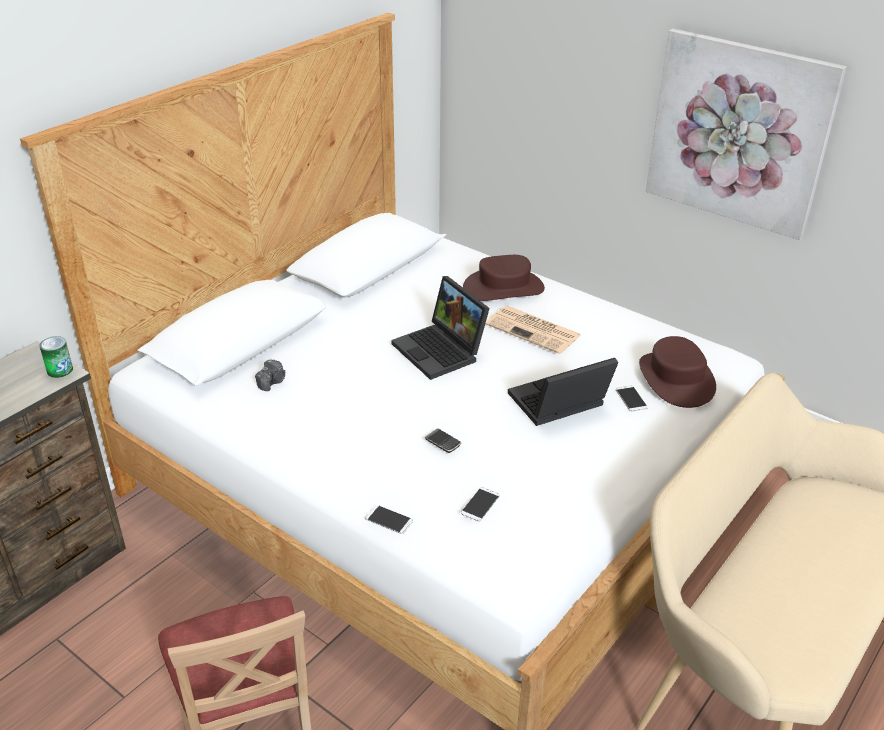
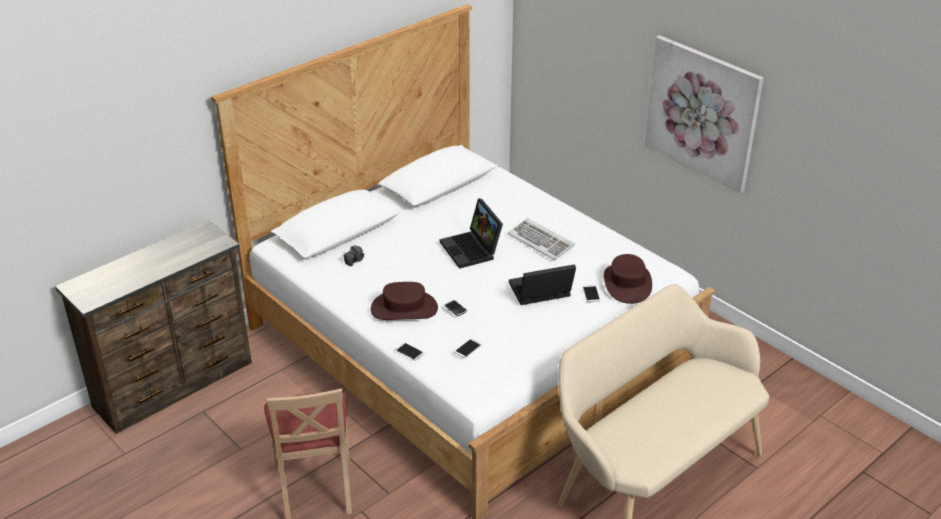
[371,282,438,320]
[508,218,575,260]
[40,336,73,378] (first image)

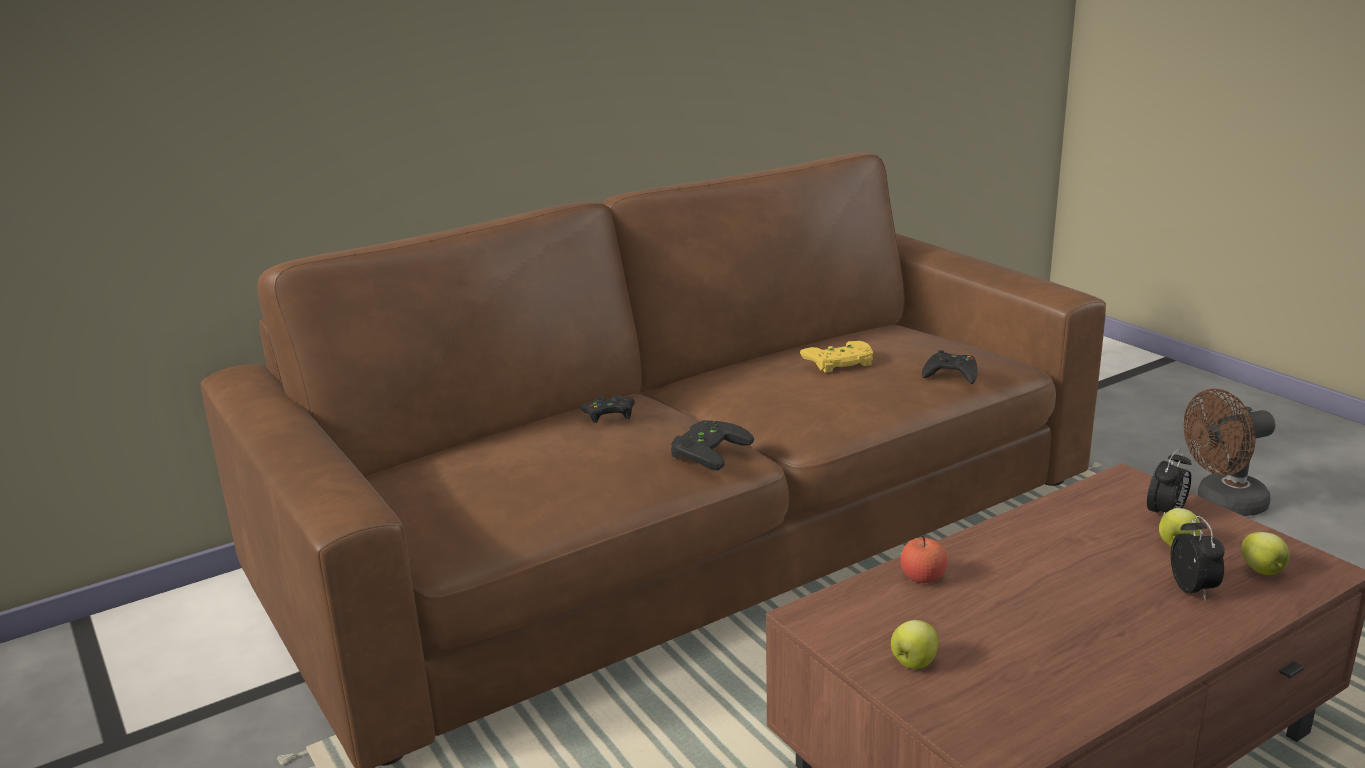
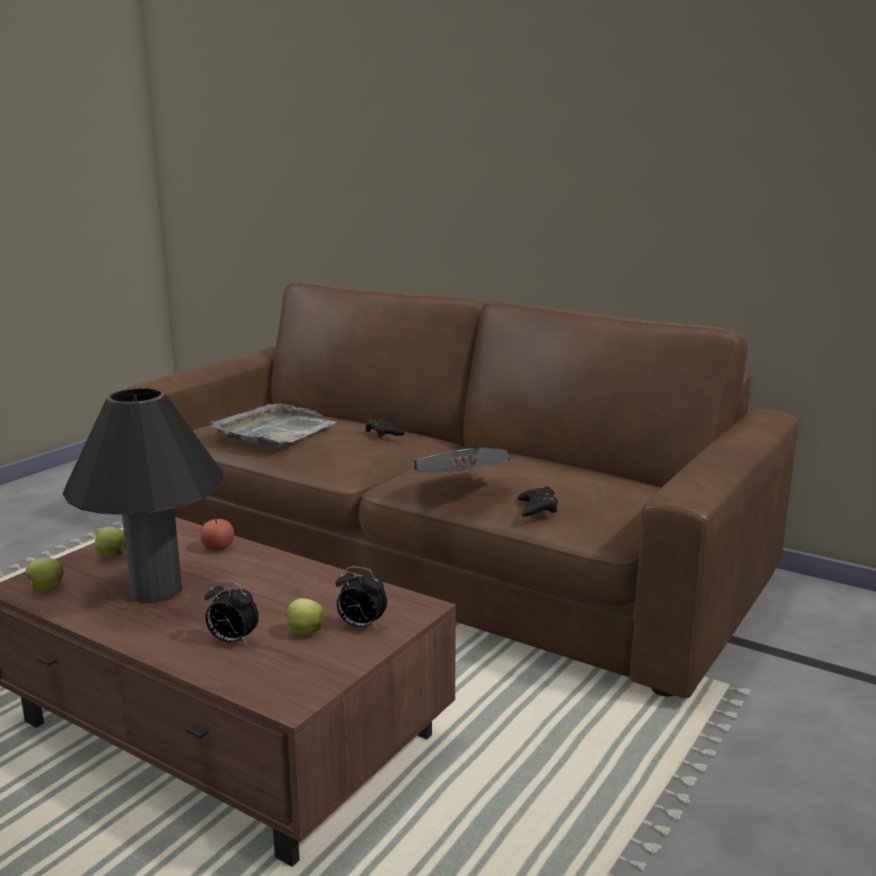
[23,558,63,591]
[63,388,224,603]
[204,580,259,645]
[211,404,336,446]
[410,447,511,473]
[671,420,754,471] (first image)
[800,341,873,372] (first image)
[1183,389,1276,516] (first image)

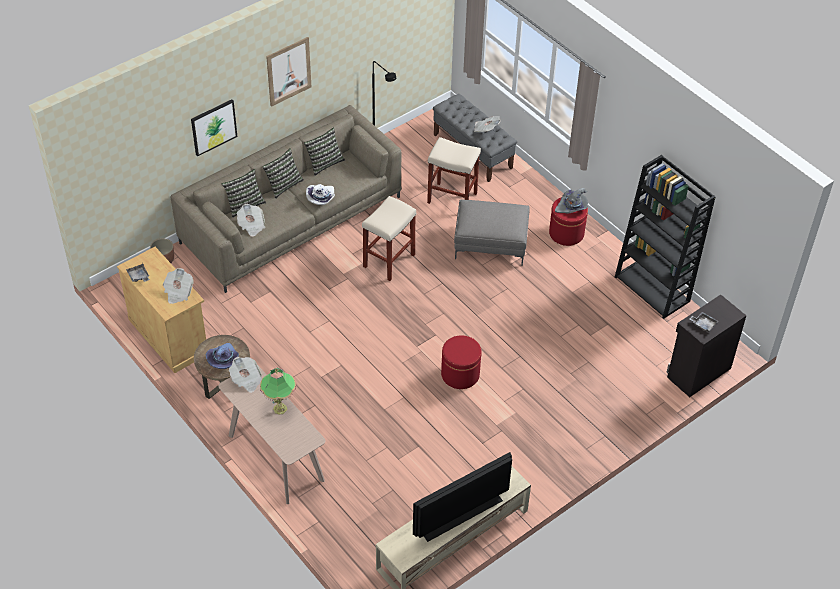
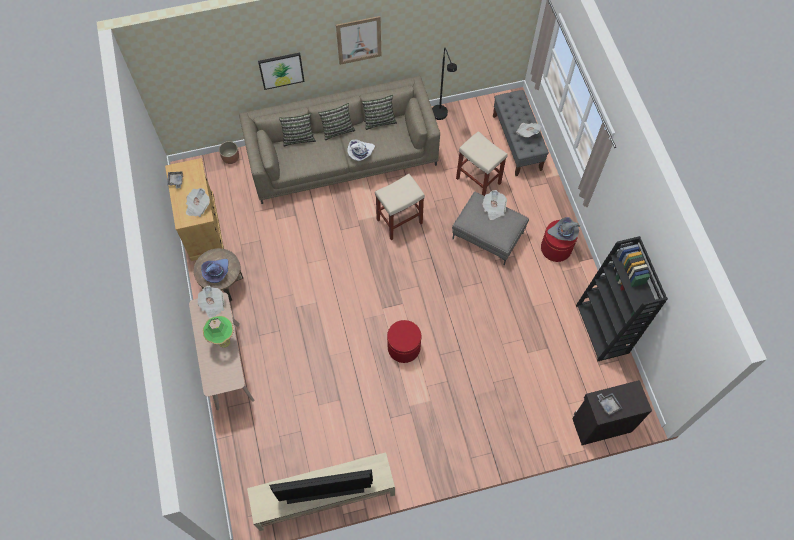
[482,190,507,220]

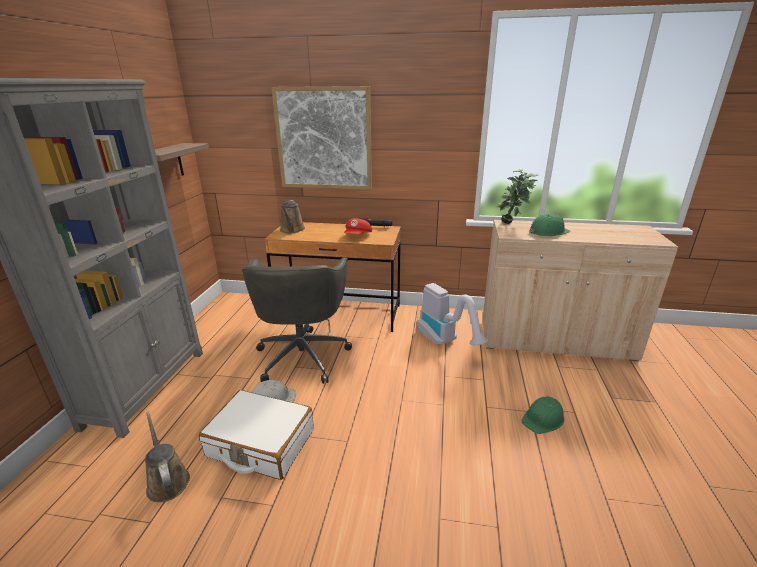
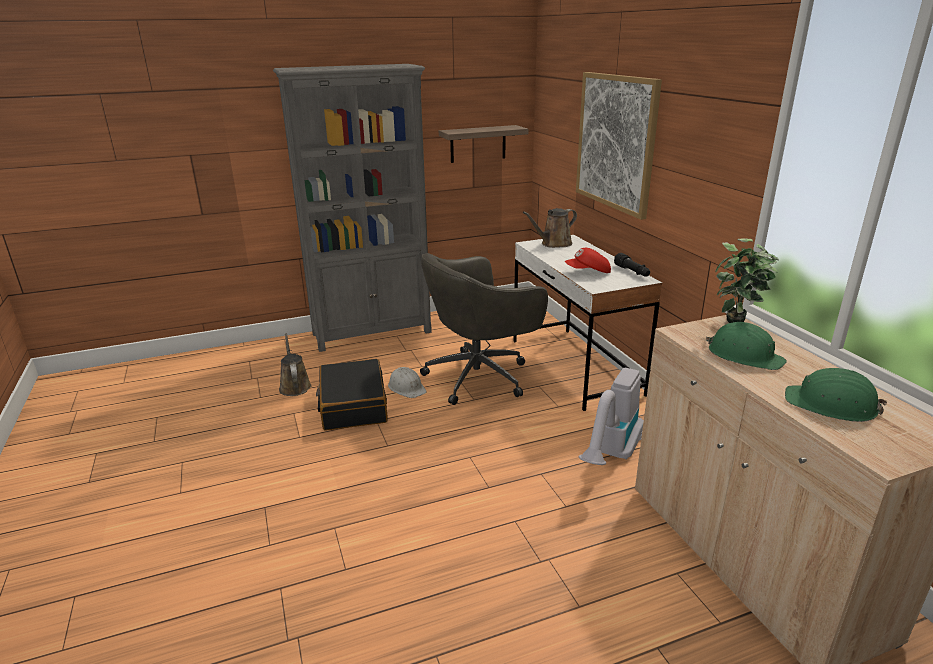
[279,333,312,396]
[316,359,388,431]
[513,235,662,411]
[785,368,887,422]

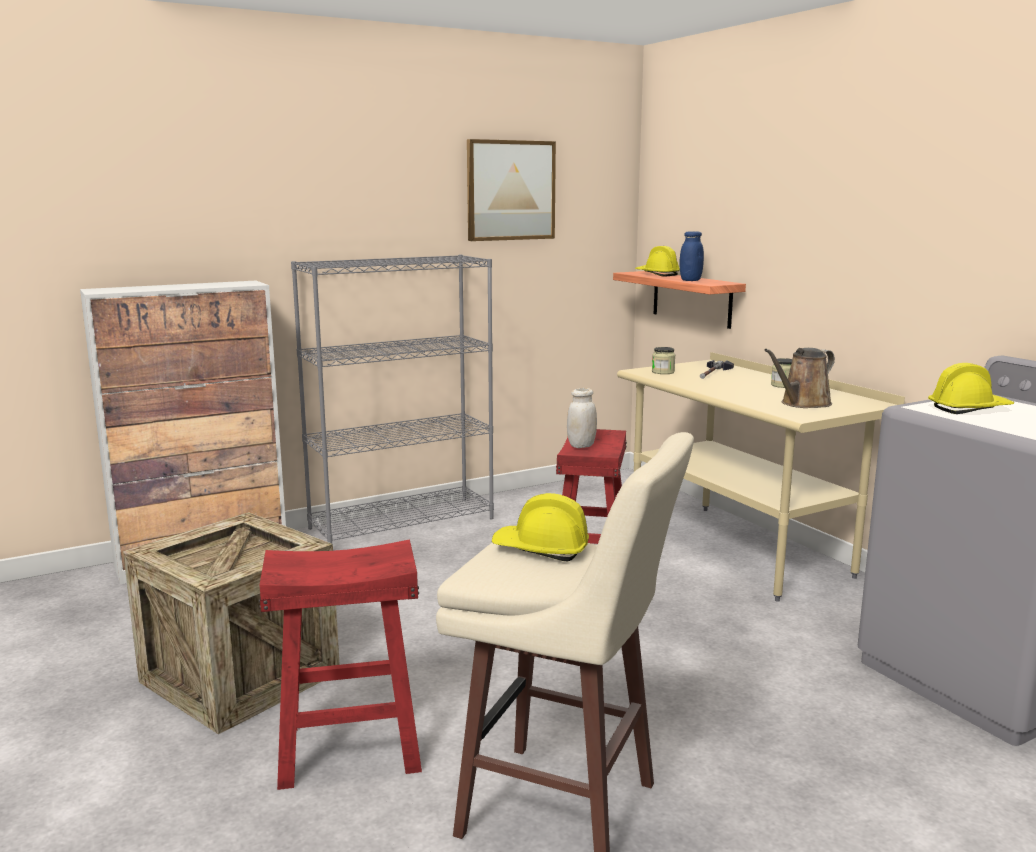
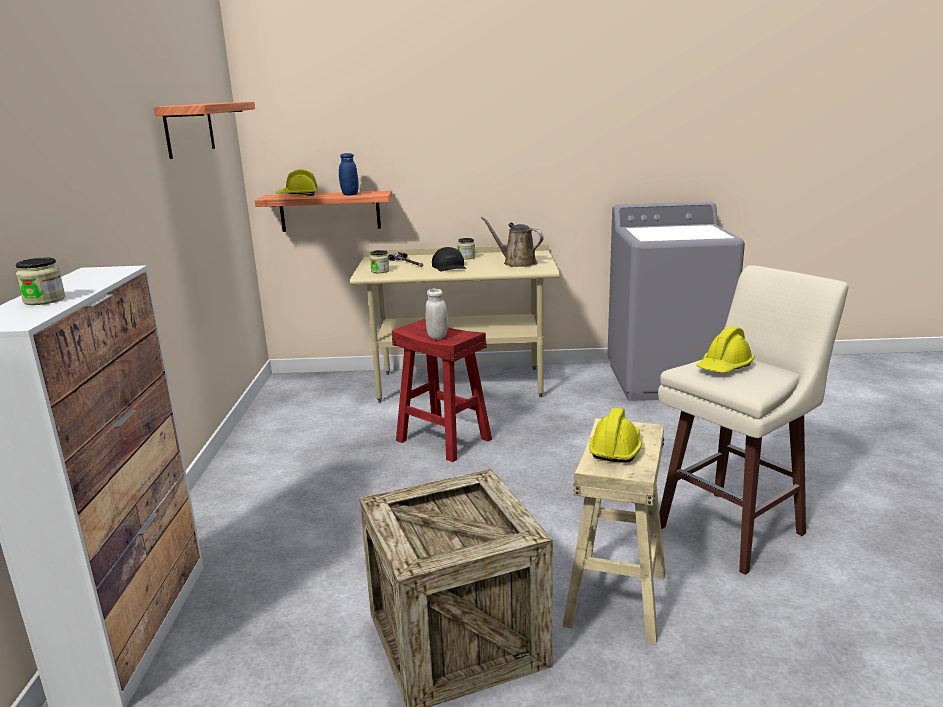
[16,258,66,305]
[153,102,255,159]
[432,247,466,272]
[481,217,544,267]
[562,418,665,644]
[589,408,642,463]
[291,254,494,544] (first image)

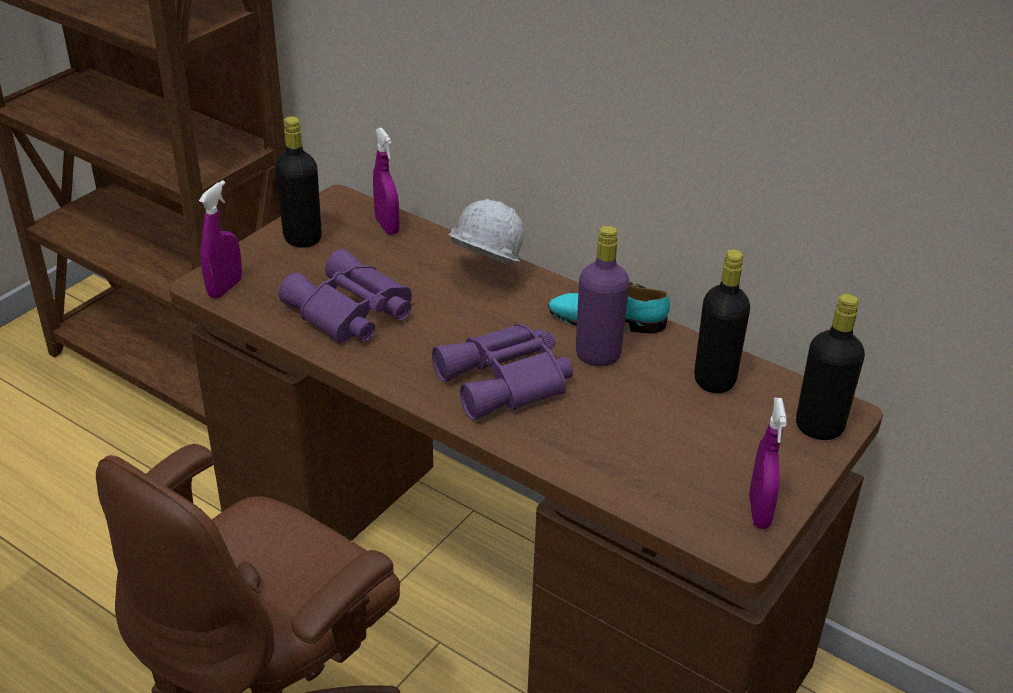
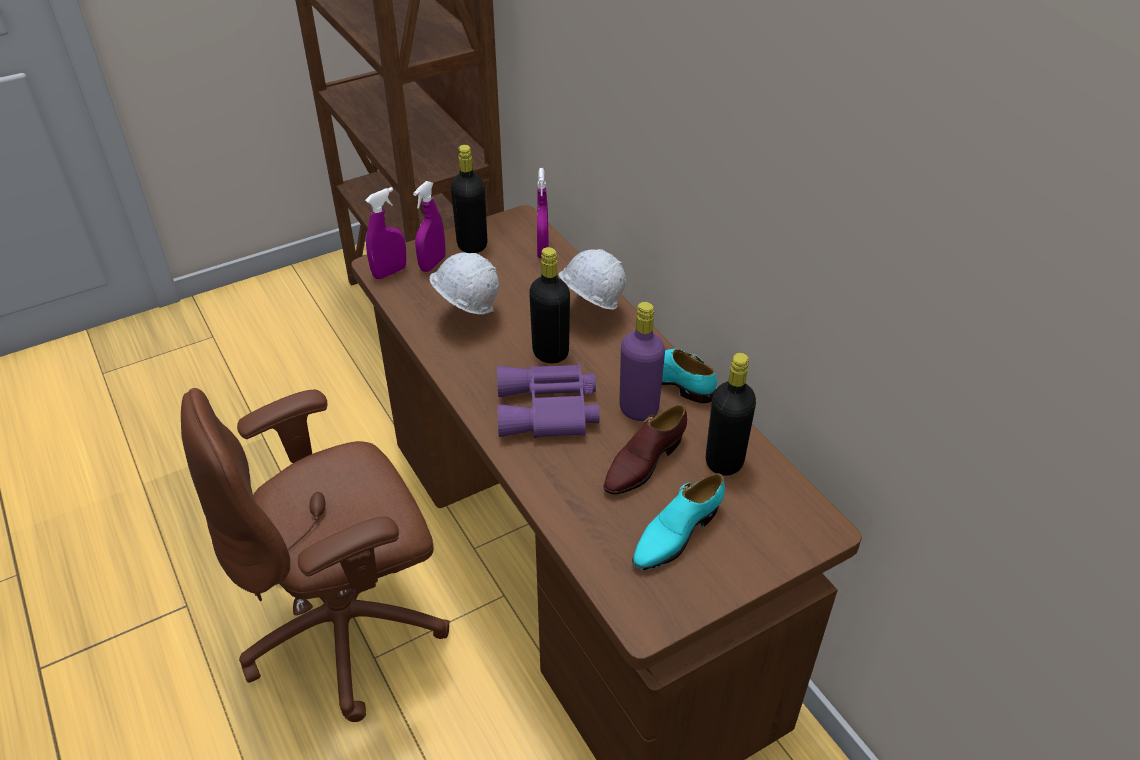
[413,181,446,272]
[429,253,499,315]
[529,247,570,363]
[603,404,687,495]
[632,473,725,570]

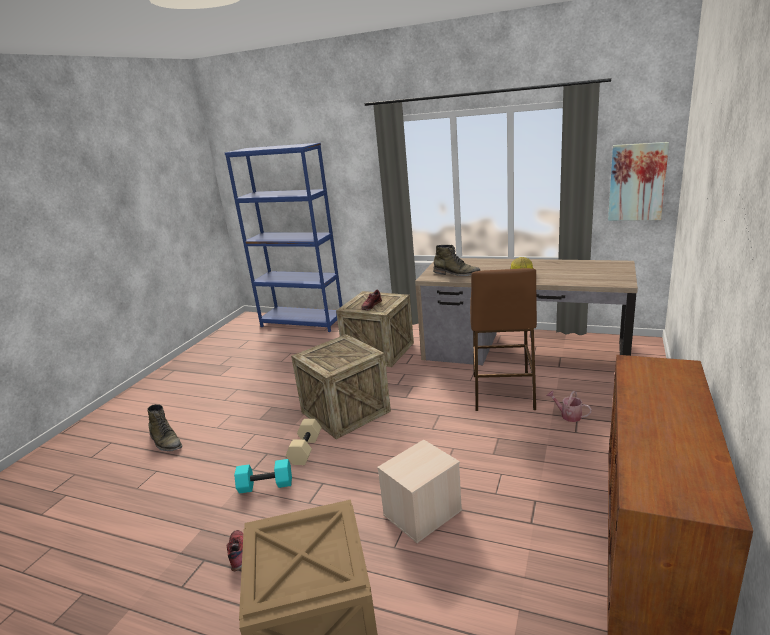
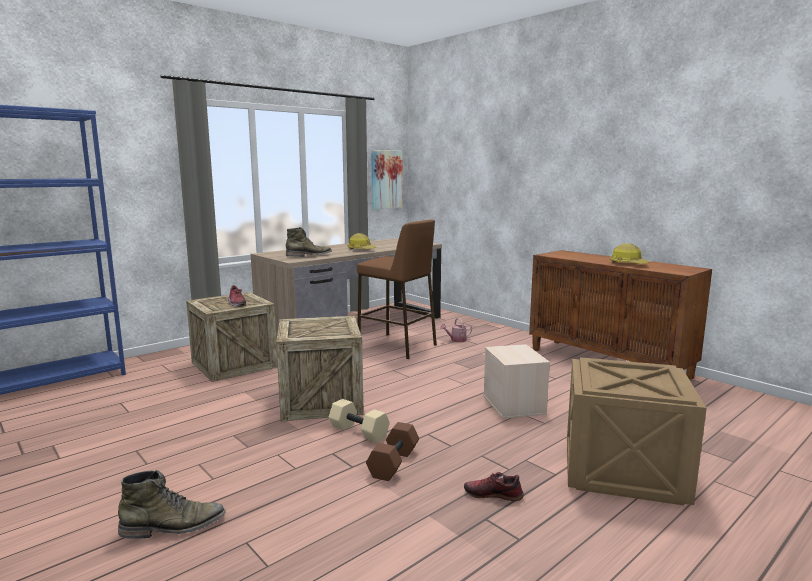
[366,422,419,481]
[610,243,650,264]

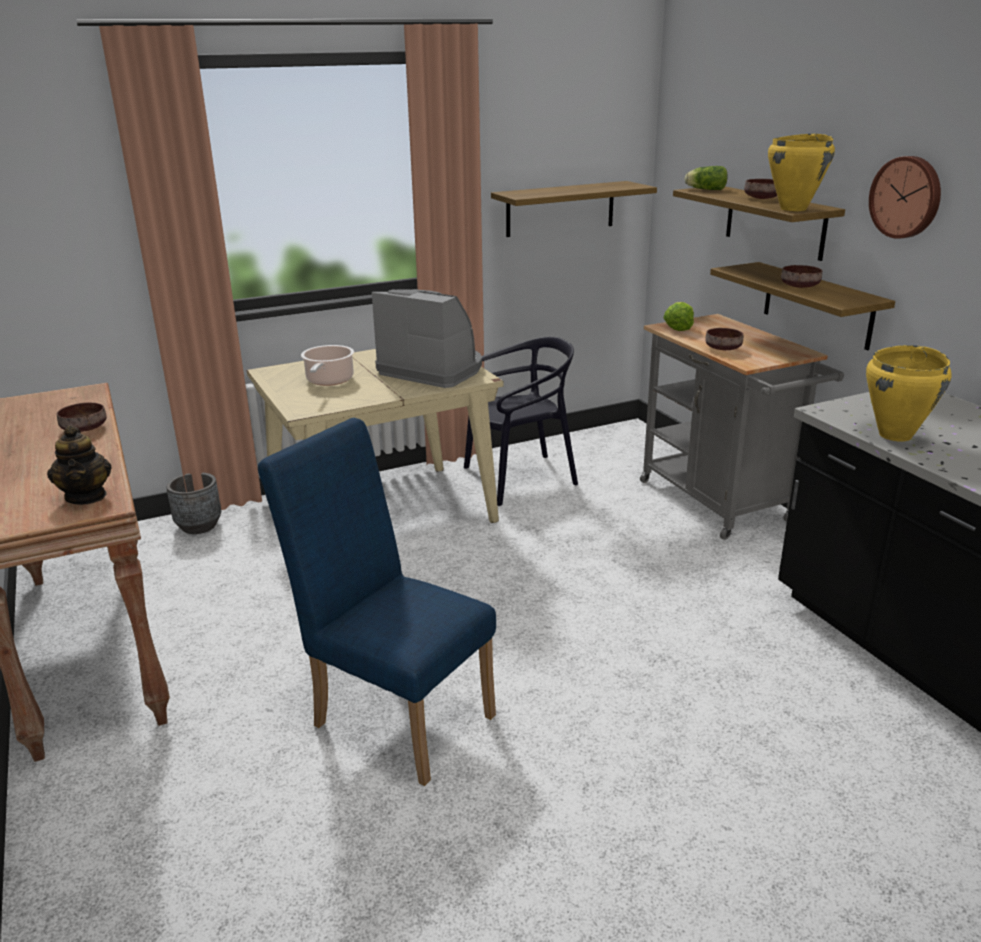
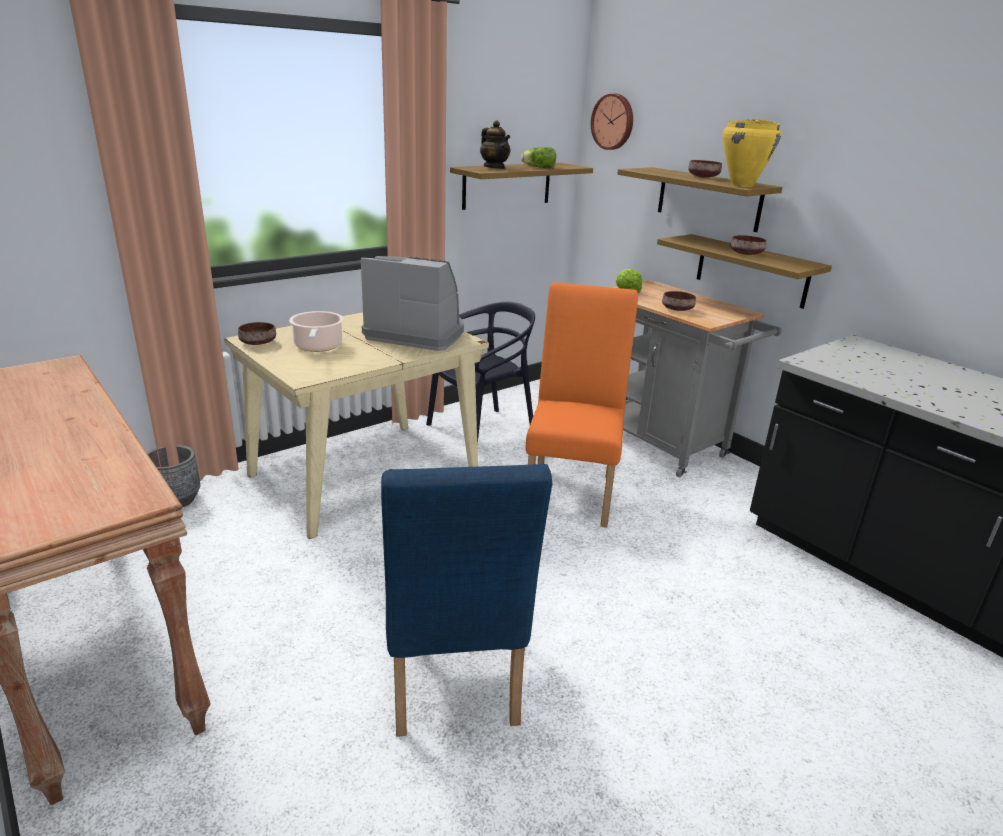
[238,322,276,345]
[381,464,552,737]
[480,121,510,169]
[521,147,556,168]
[526,283,638,527]
[591,93,633,150]
[866,345,952,442] (first image)

